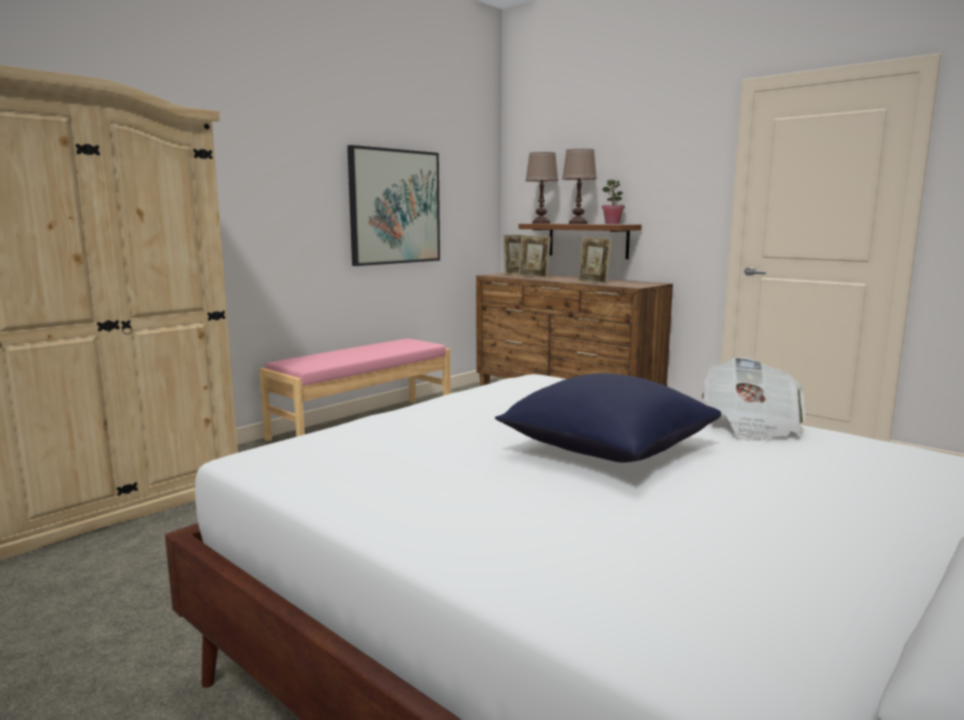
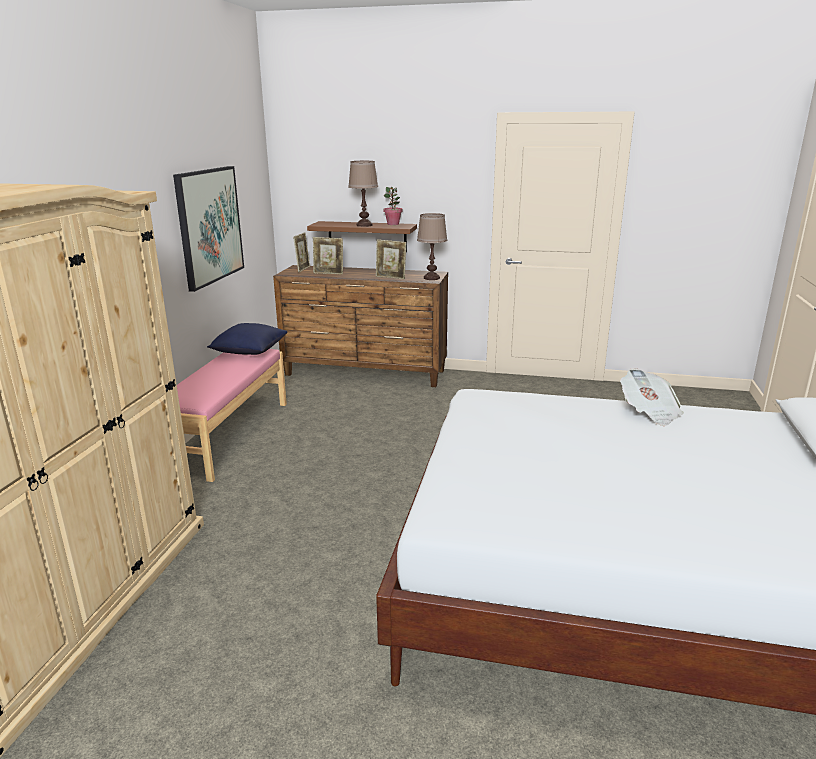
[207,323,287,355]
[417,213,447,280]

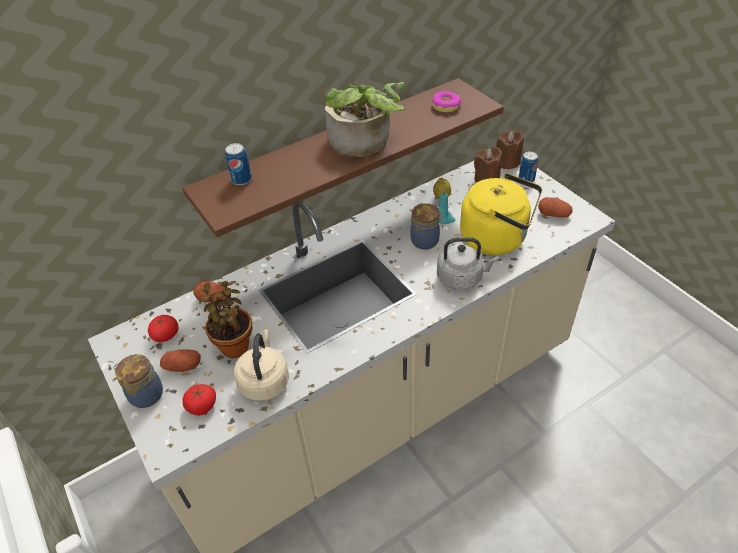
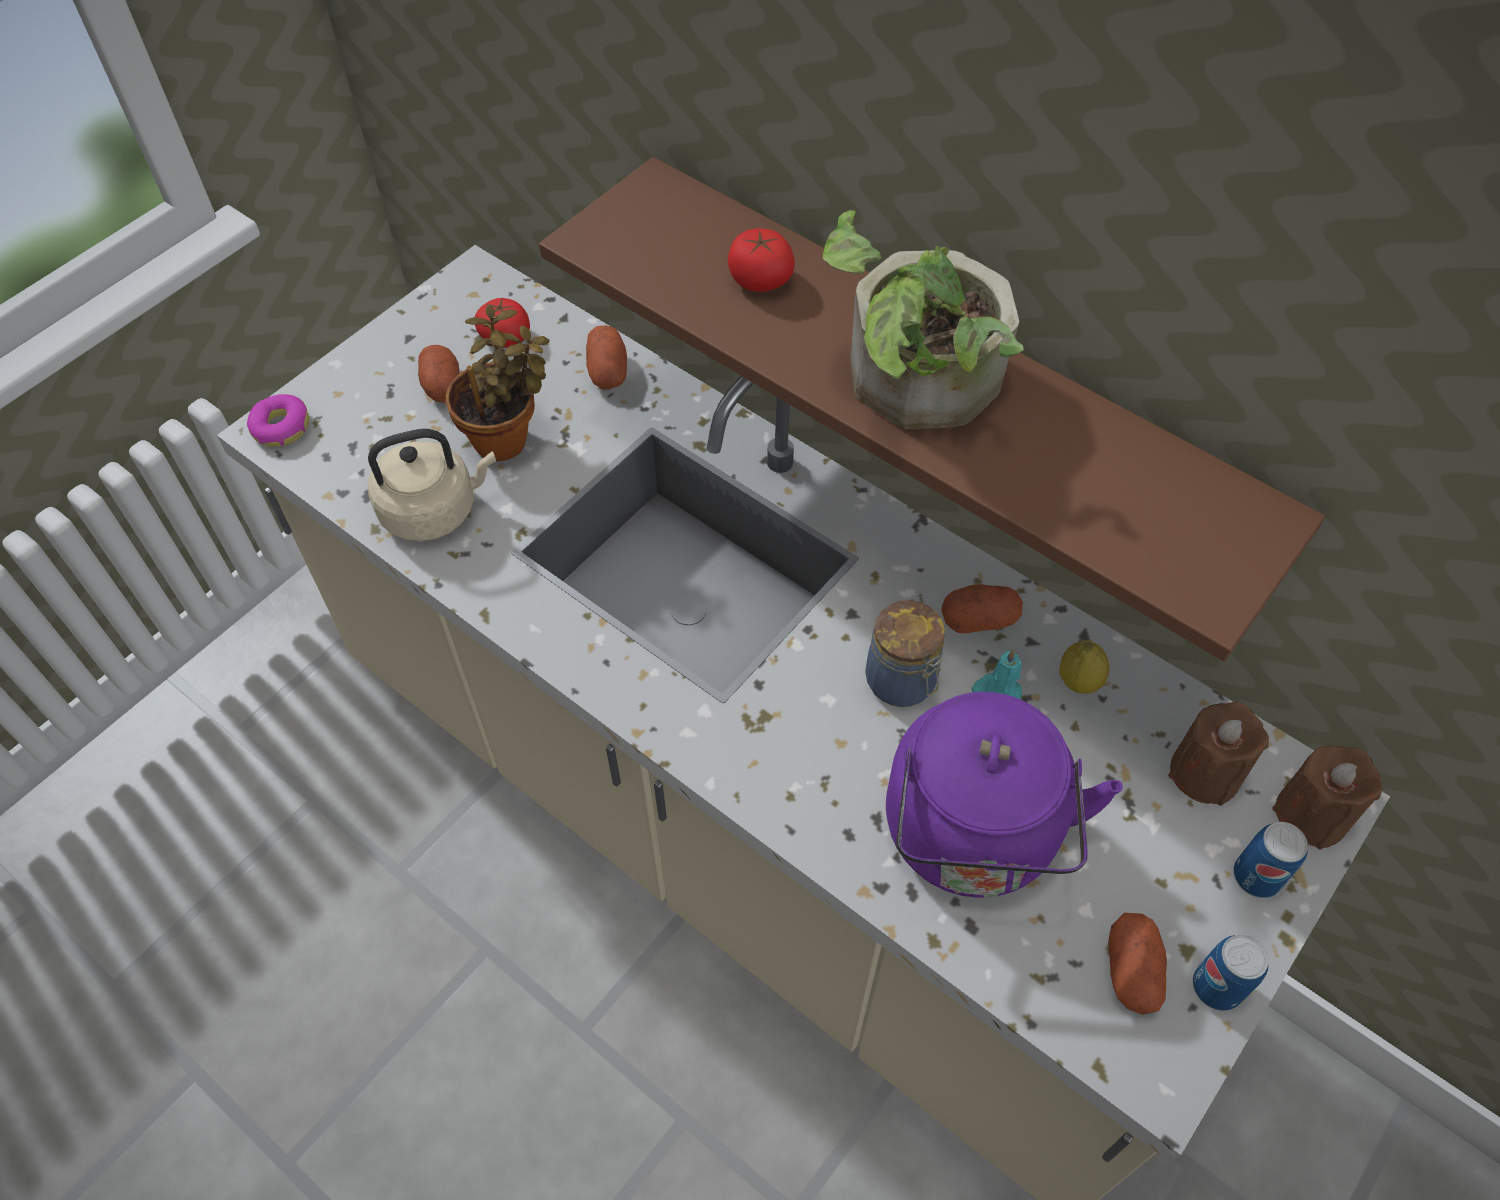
[247,394,309,447]
[728,228,795,292]
[886,692,1123,898]
[941,584,1023,633]
[1193,935,1268,1011]
[114,354,163,408] (first image)
[437,237,499,290] (first image)

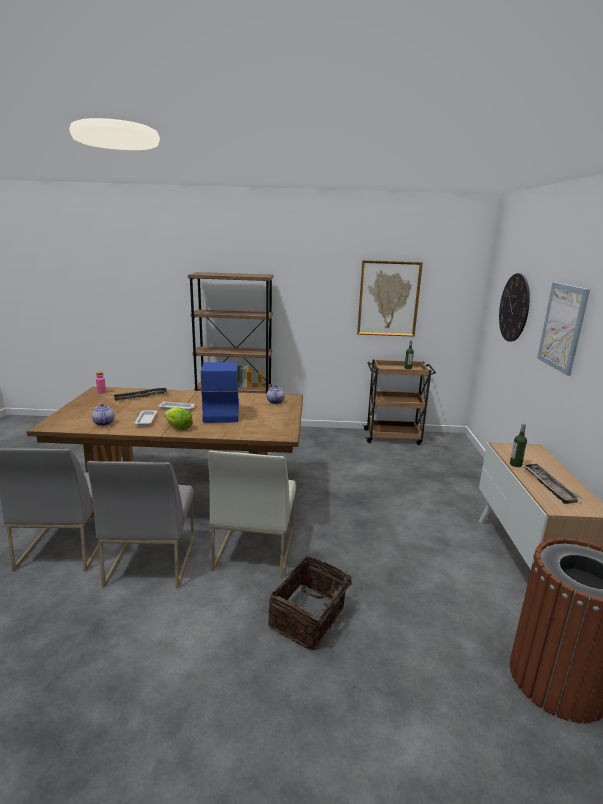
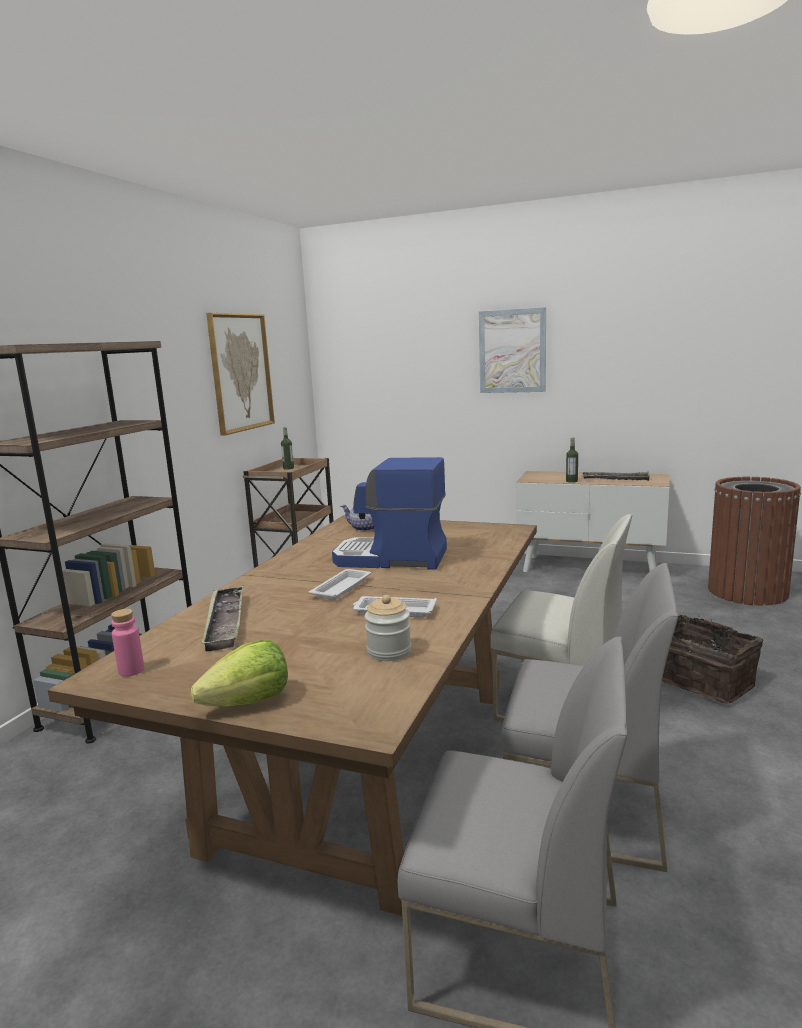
[191,640,288,707]
[365,595,411,661]
[499,273,530,342] (first image)

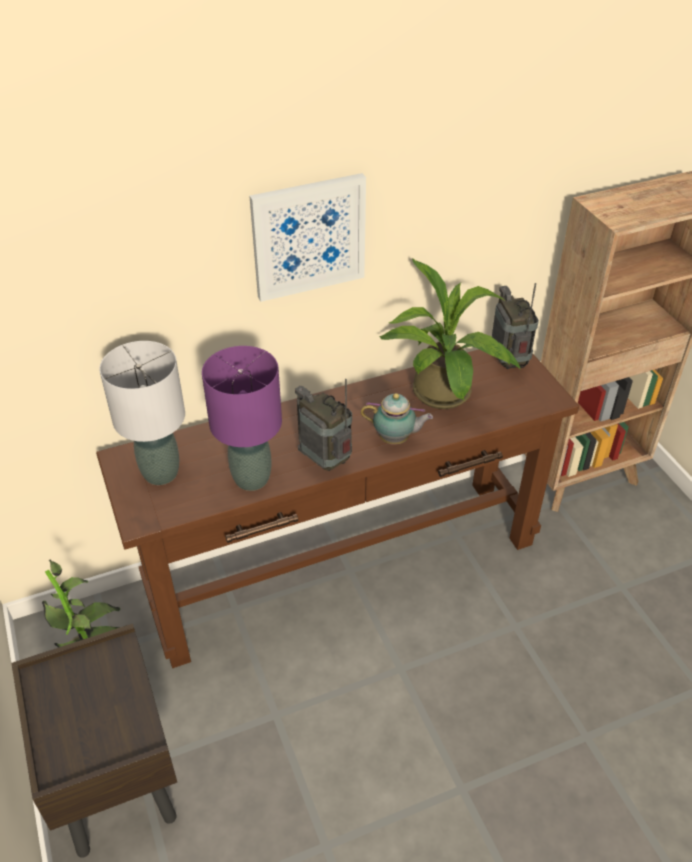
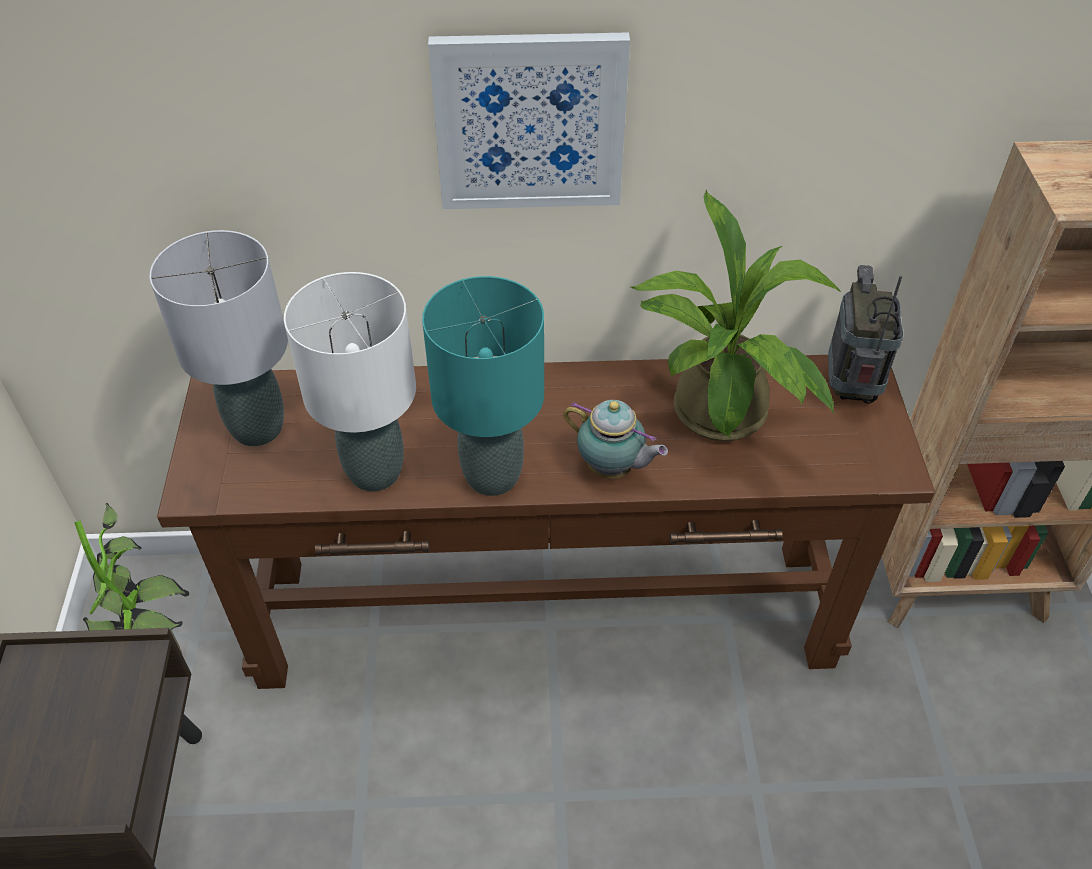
[284,272,416,491]
[422,276,544,496]

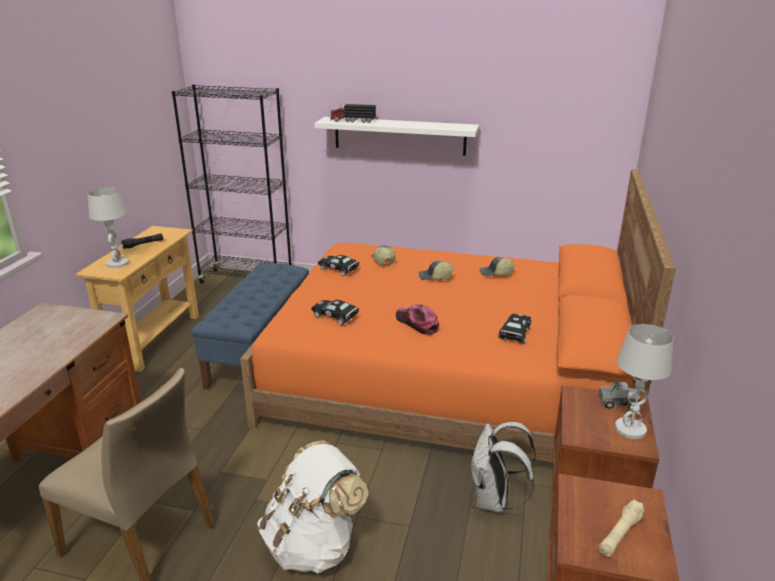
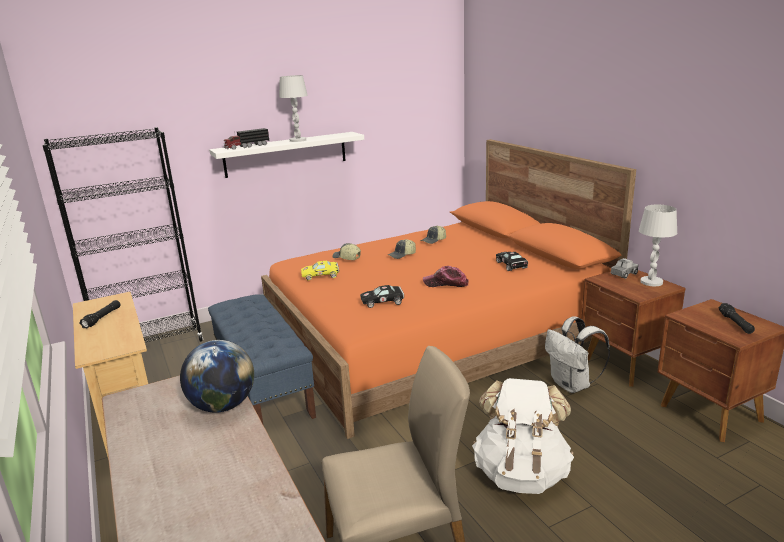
[180,340,254,413]
[279,75,308,142]
[301,261,339,280]
[718,303,755,334]

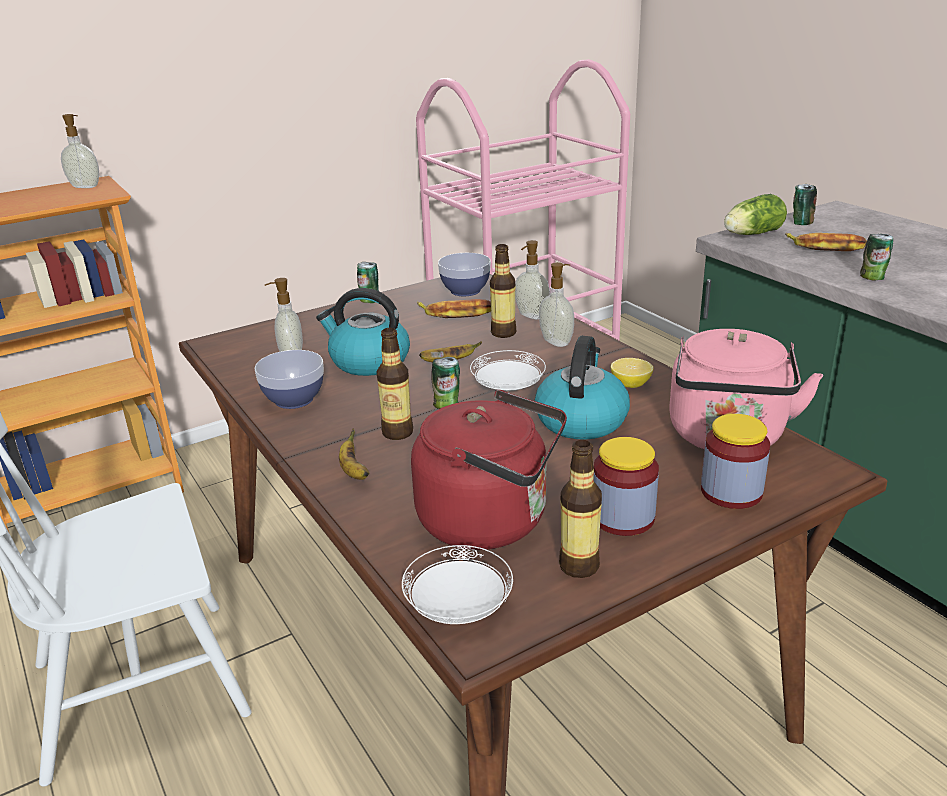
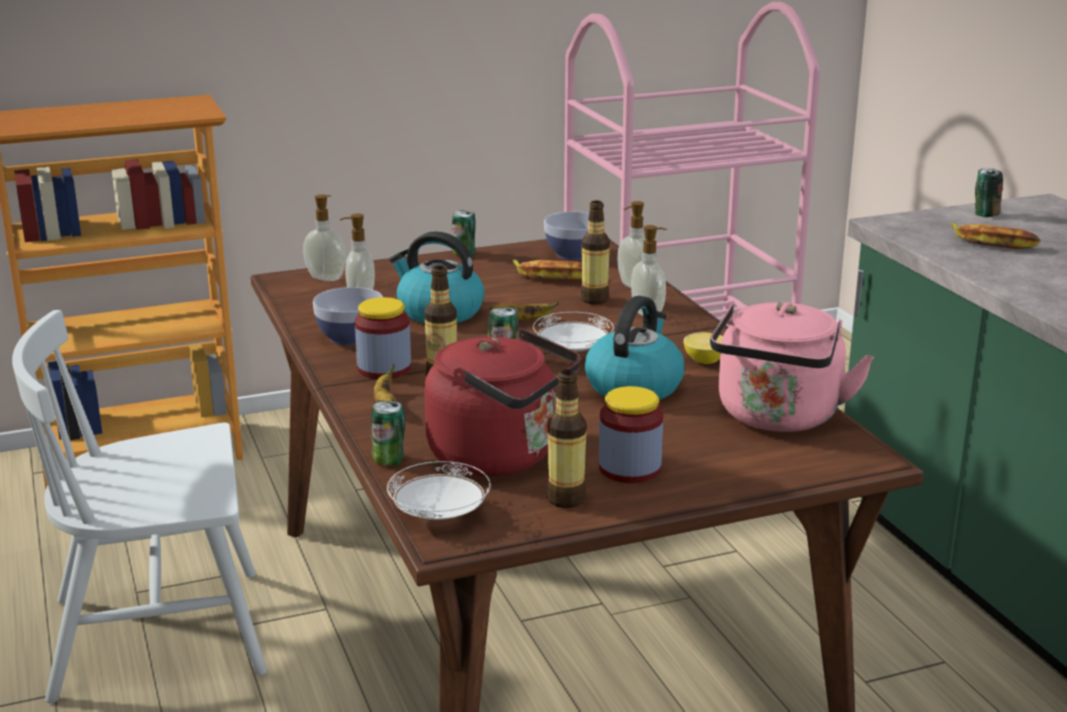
[303,194,346,281]
[355,297,411,379]
[371,401,405,465]
[724,194,787,235] (first image)

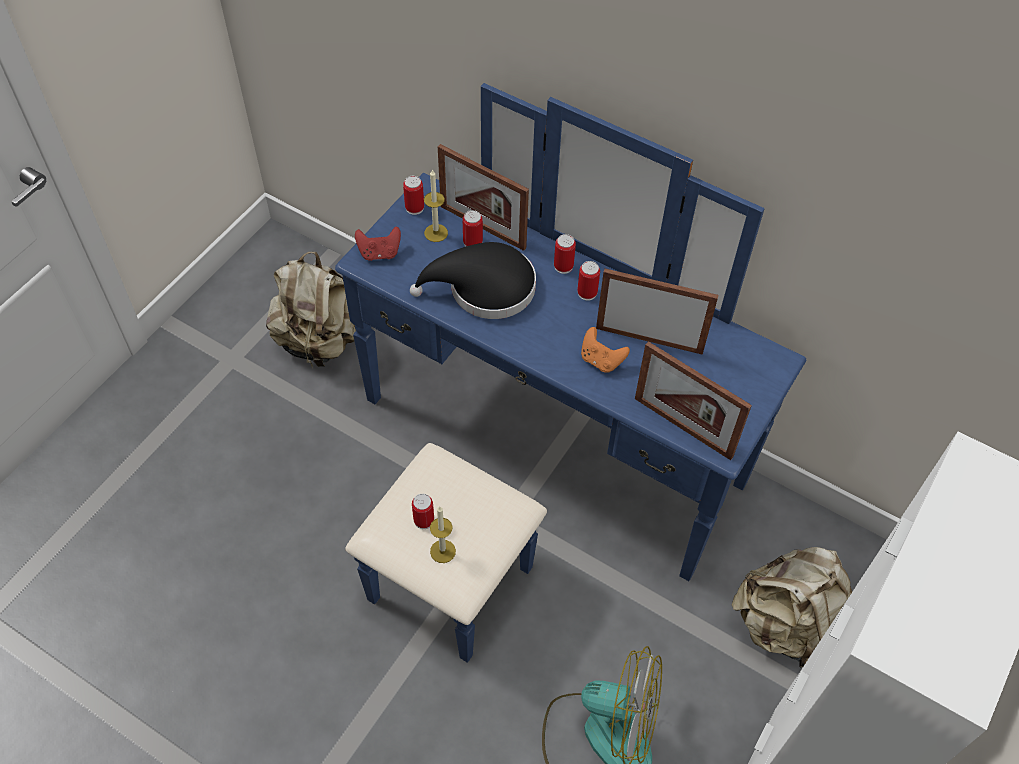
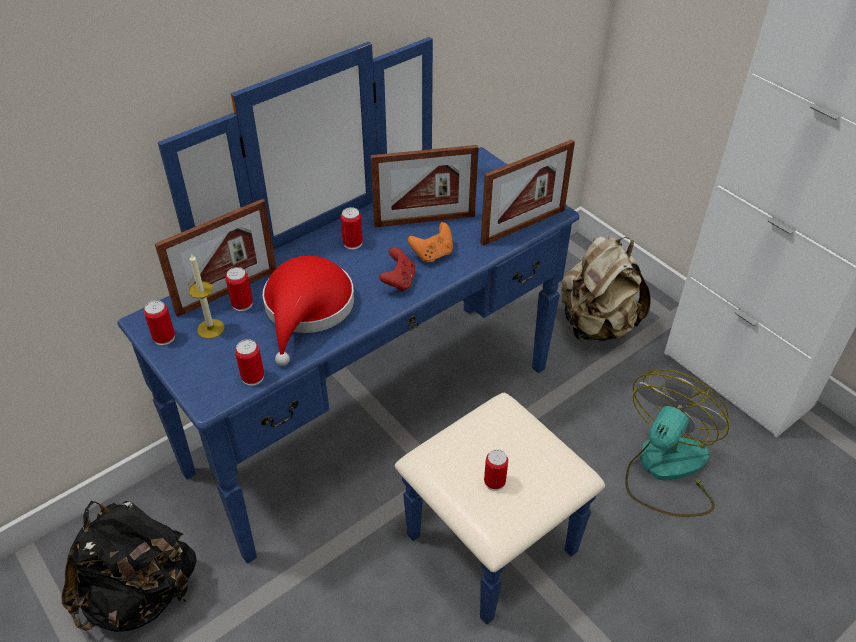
[61,501,197,632]
[235,339,264,386]
[263,256,354,366]
[371,145,479,227]
[379,247,416,292]
[430,506,456,563] (first image)

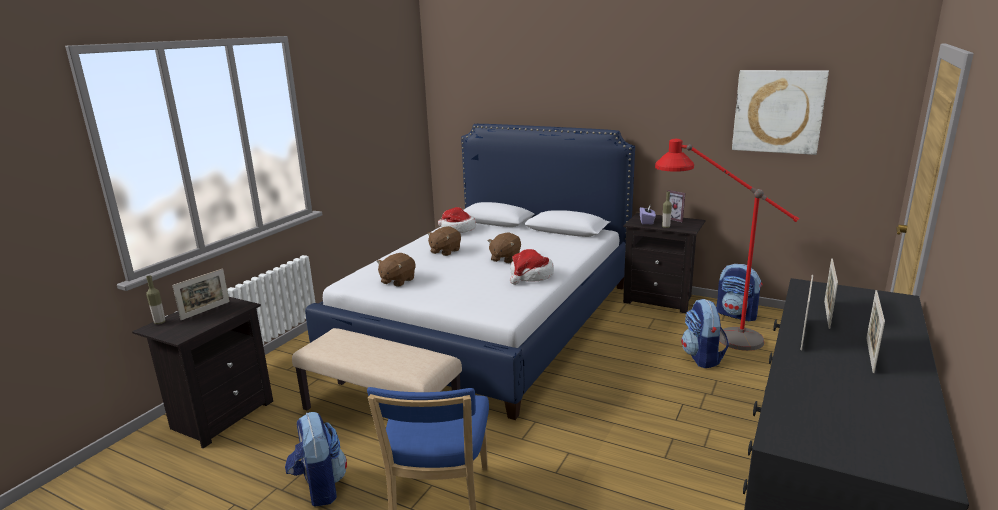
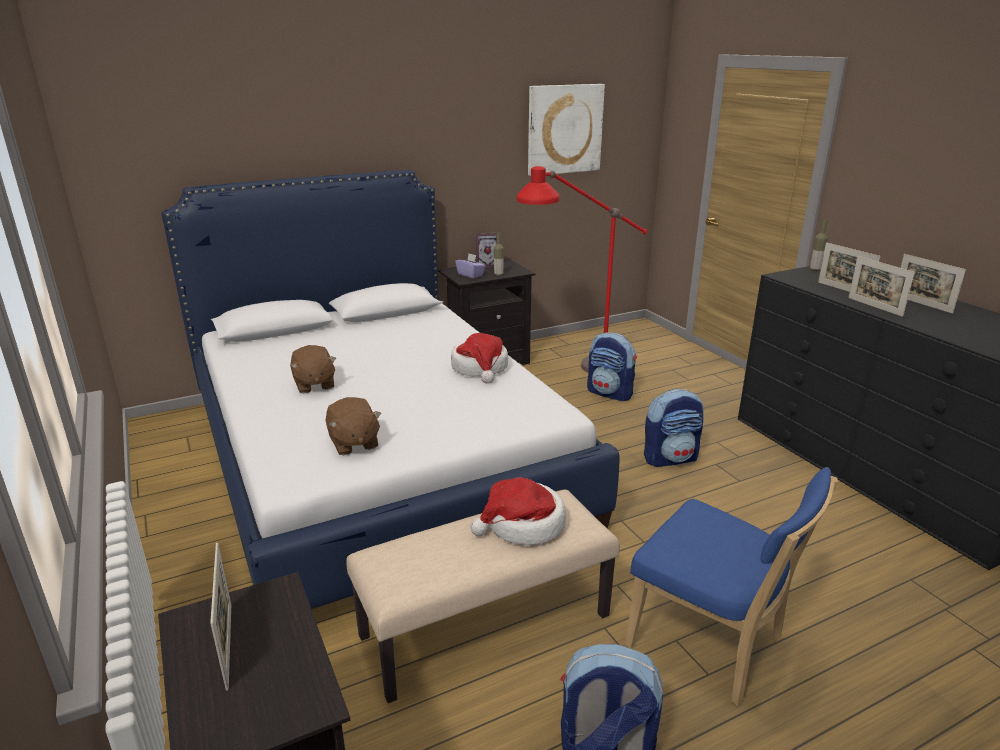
[470,478,566,545]
[644,389,704,467]
[810,220,828,271]
[488,233,521,263] (first image)

